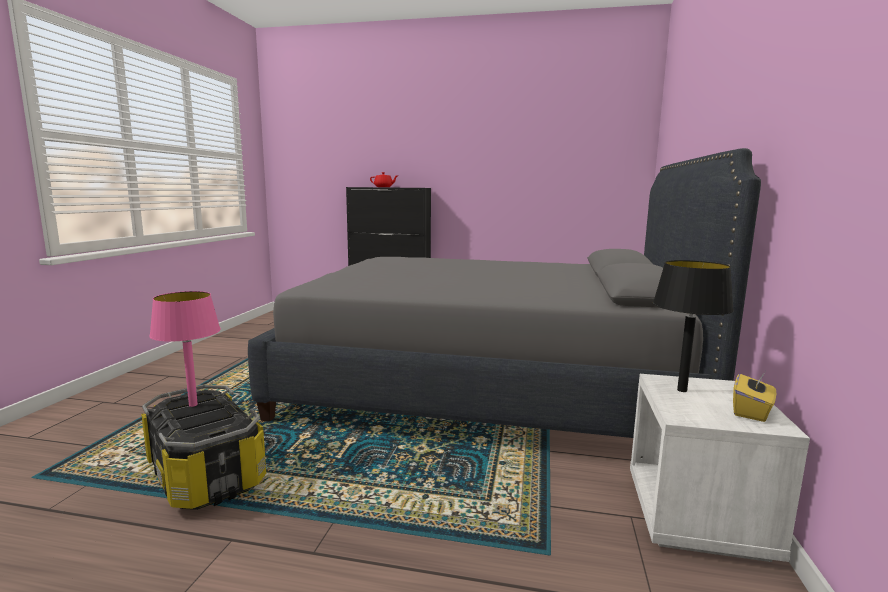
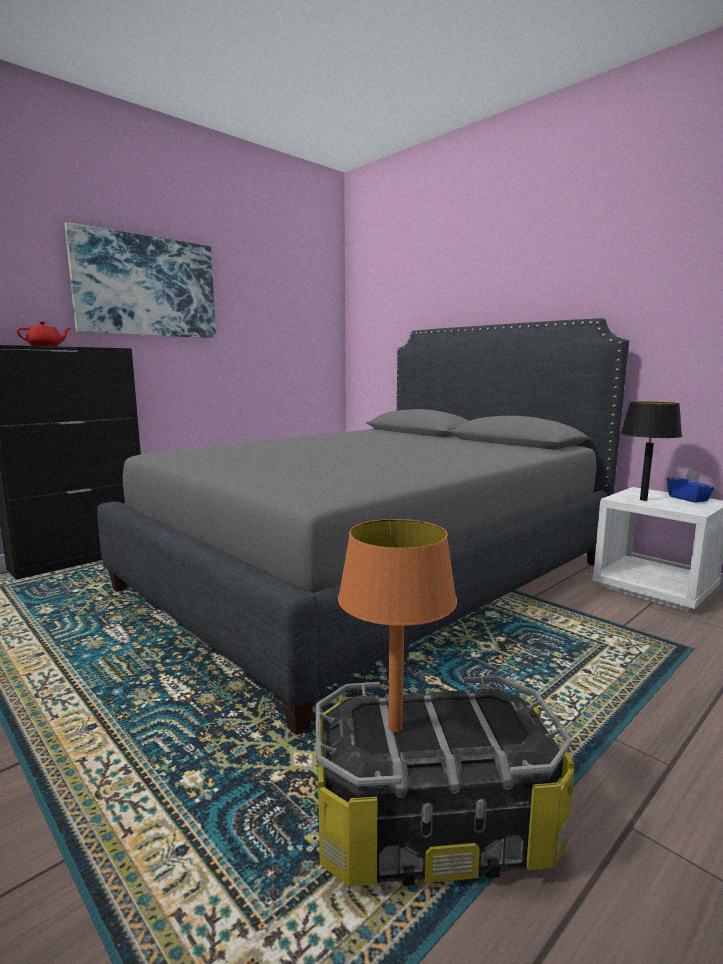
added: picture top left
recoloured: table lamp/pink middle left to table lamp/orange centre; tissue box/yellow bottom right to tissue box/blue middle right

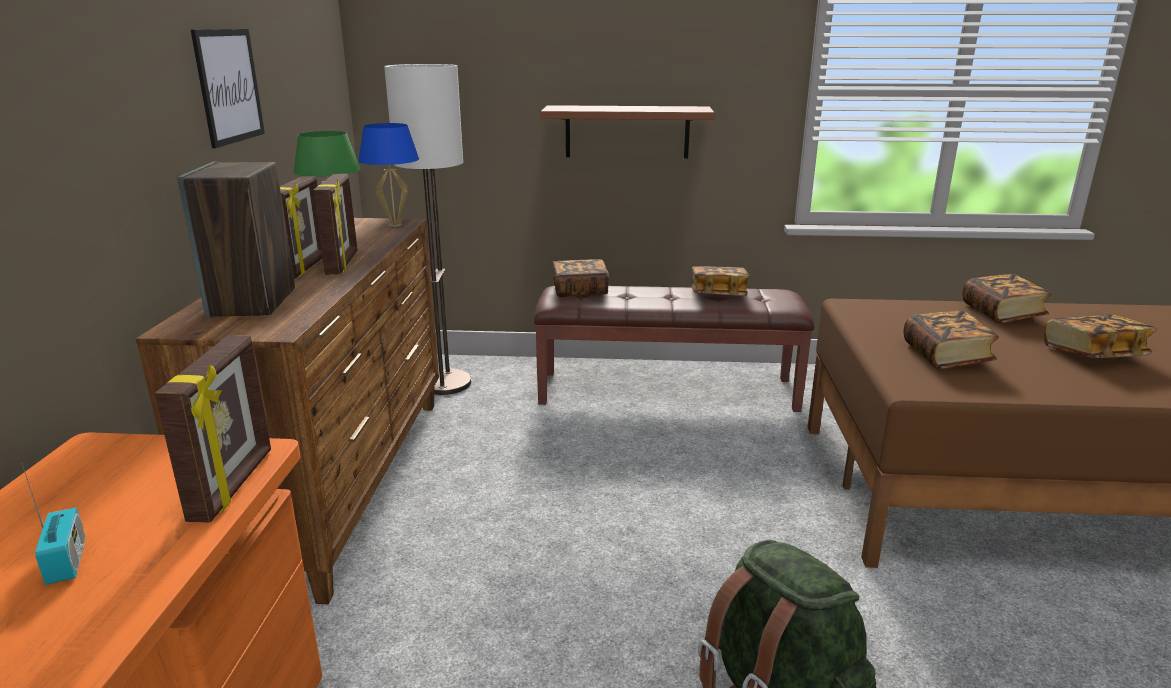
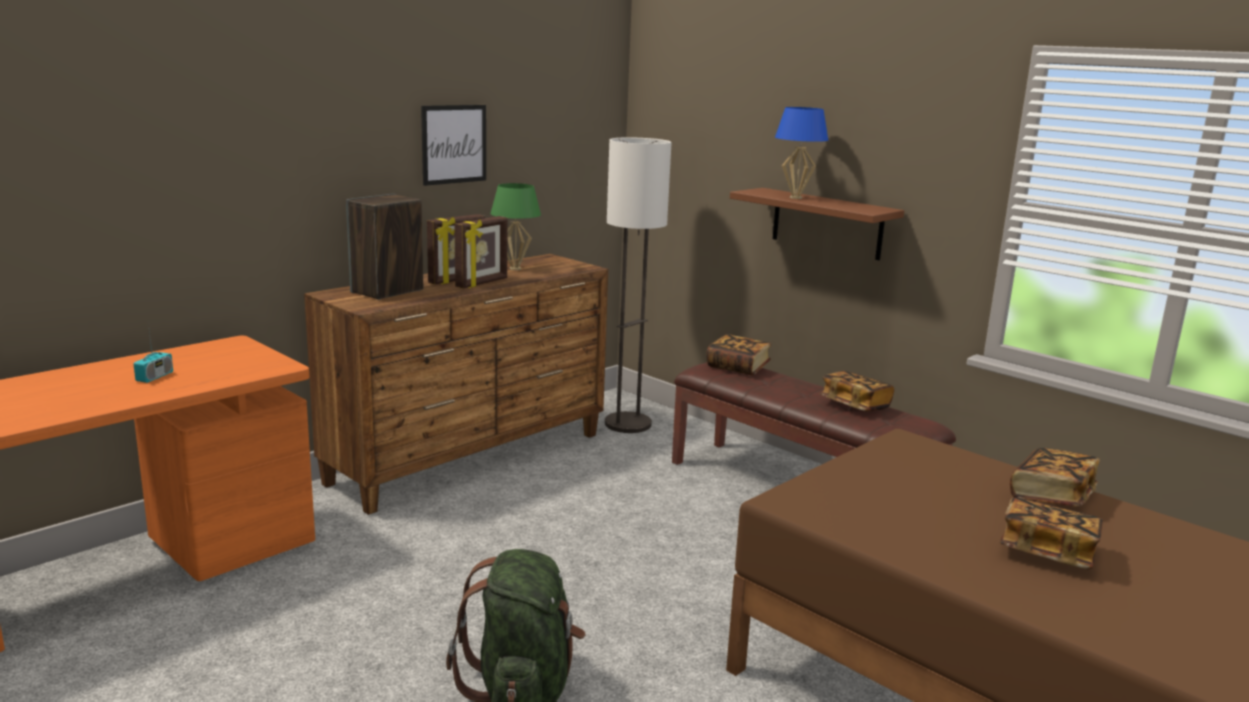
removed: picture frame (1st from left) middle left; book (3rd from left) middle right
moved: table lamp/blue top left to top centre

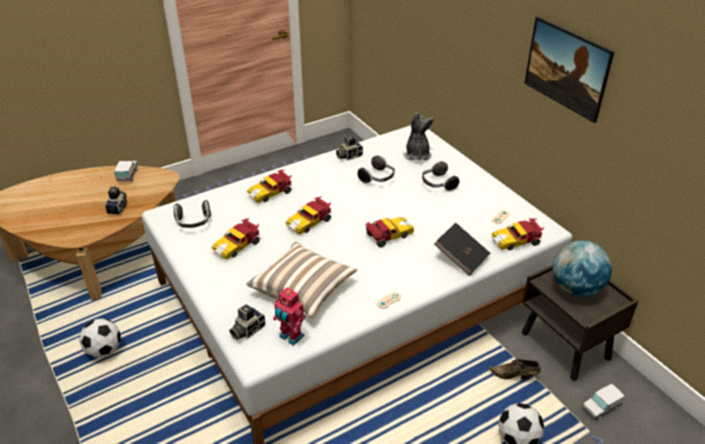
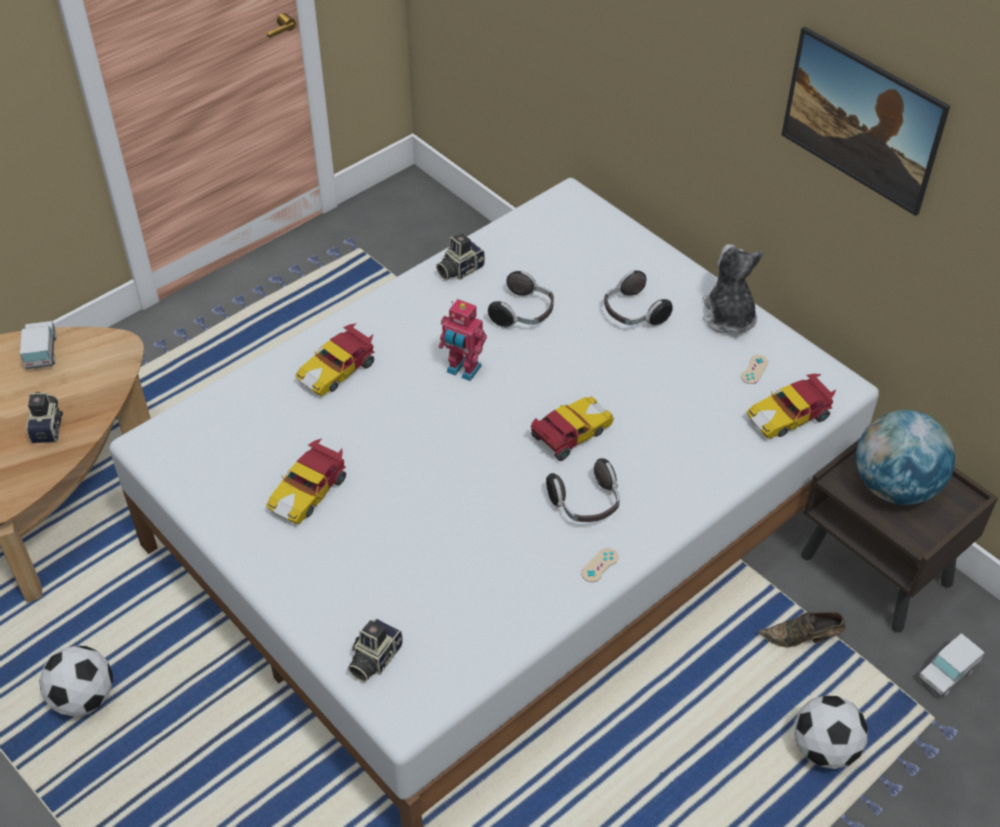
removed: pillow centre; toy car (3rd from left) centre; book/black centre
moved: headphones (1st from left in the first image) middle left to headphones (2nd from left) centre; toy robot bottom centre to centre; plush toy top centre to middle right

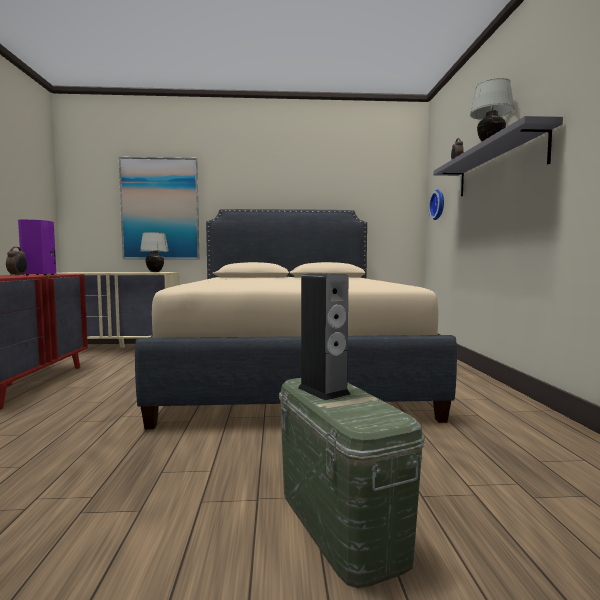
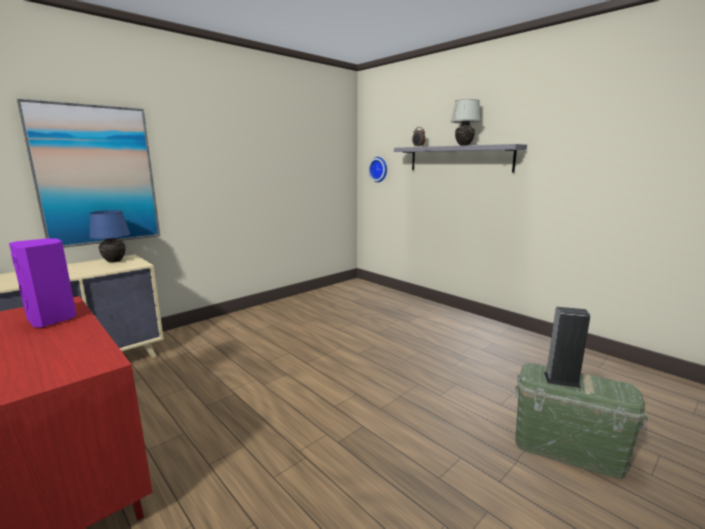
removed: alarm clock (1st from left) middle left; bed/beige centre
recoloured: table lamp/white (1st from left) middle left to table lamp/blue middle left

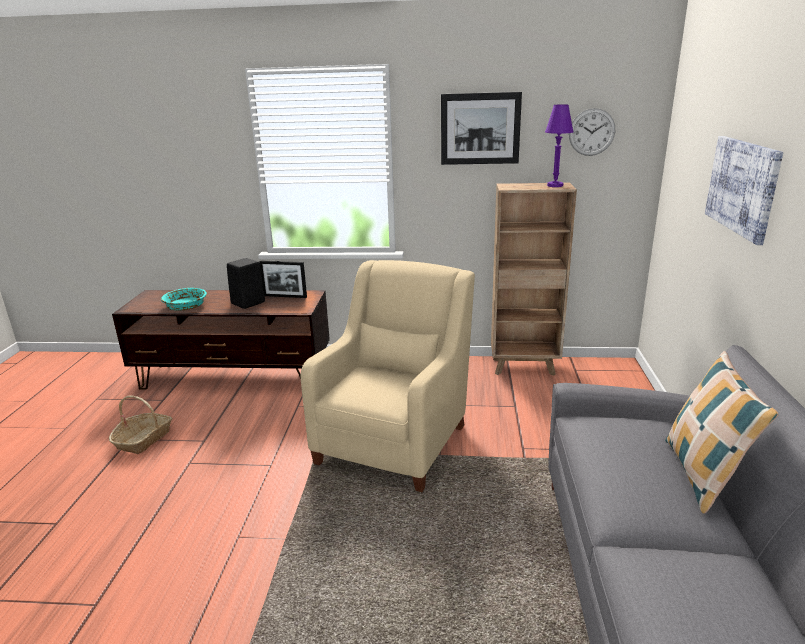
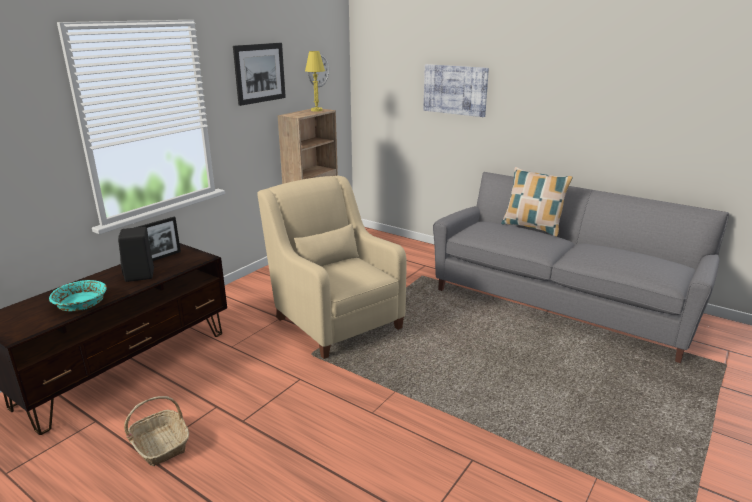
recoloured: table lamp/purple top right to table lamp/yellow top centre

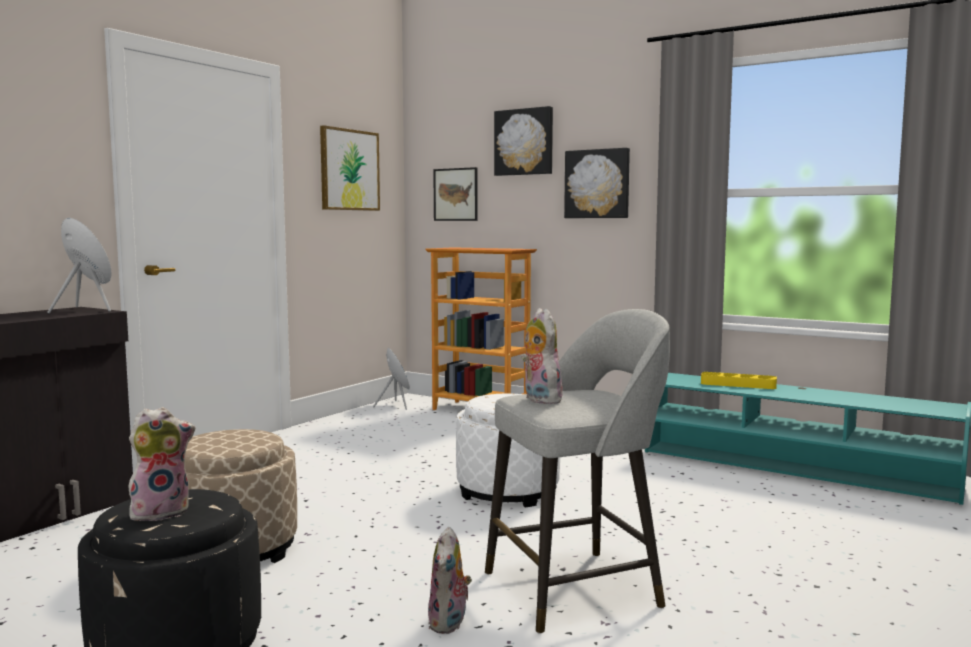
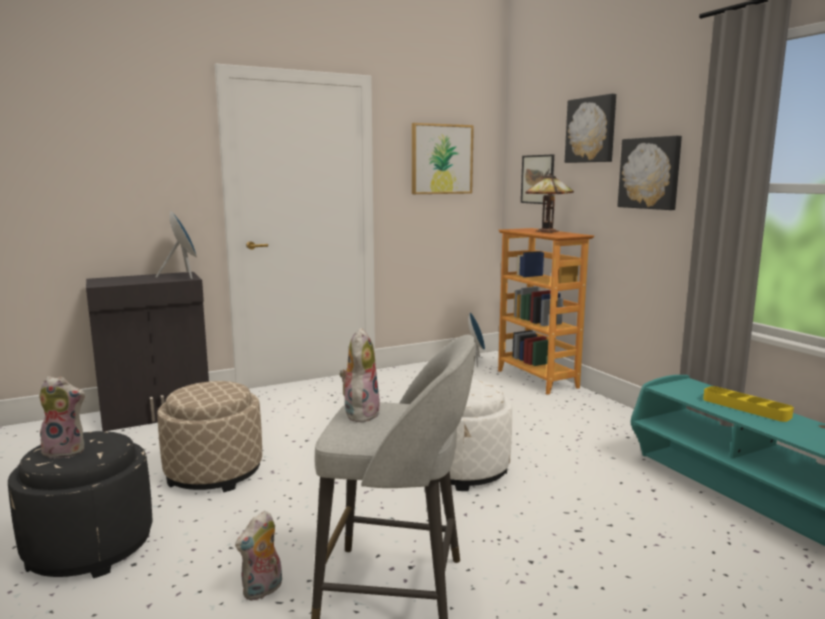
added: table lamp top right

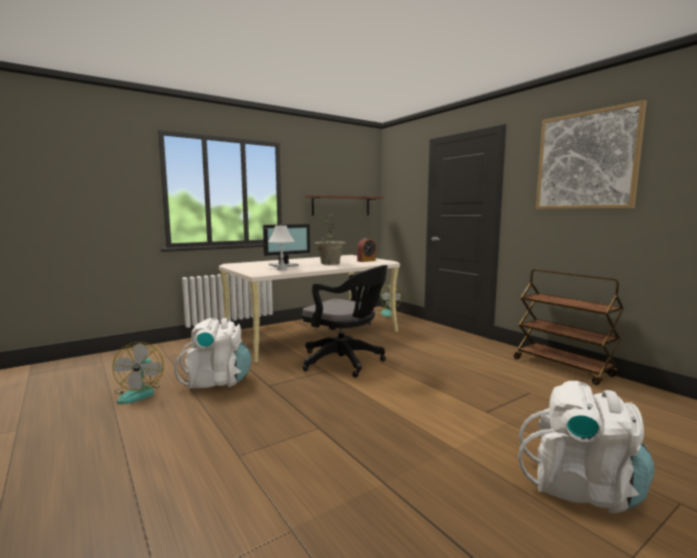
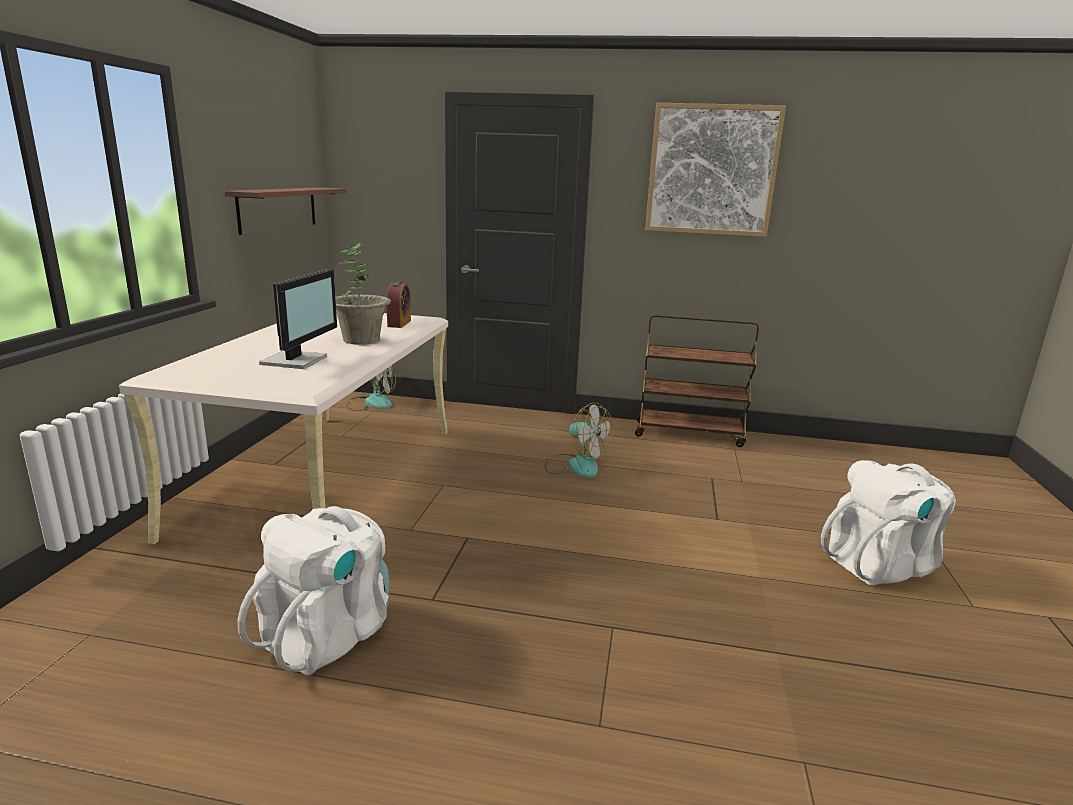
removed: table lamp/white centre; office chair/black centre
moved: fan (1st from left in the first image) bottom left to fan (2nd from left) centre

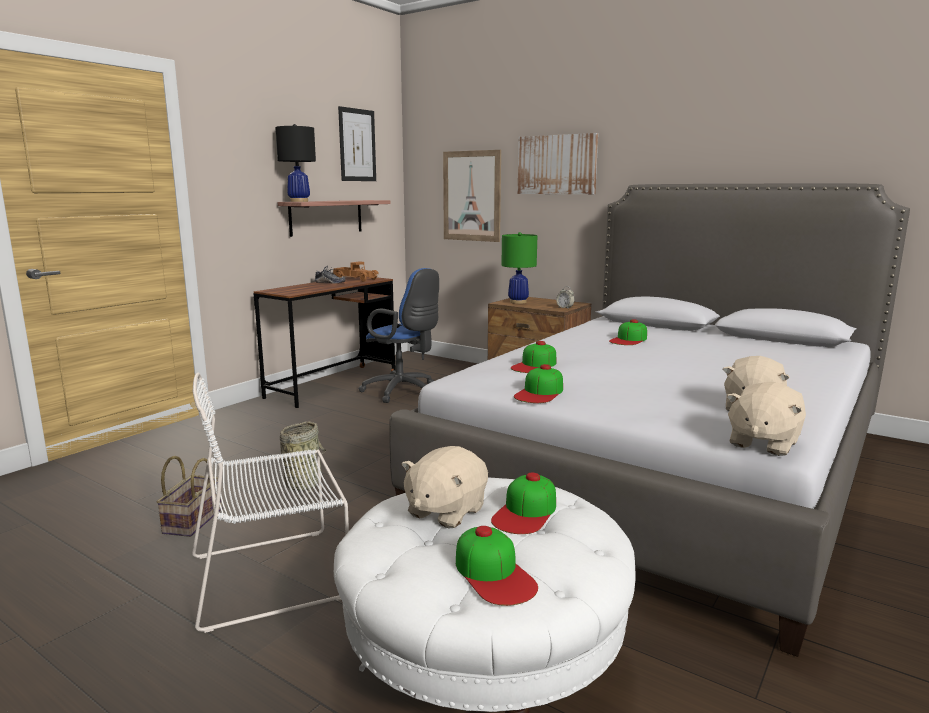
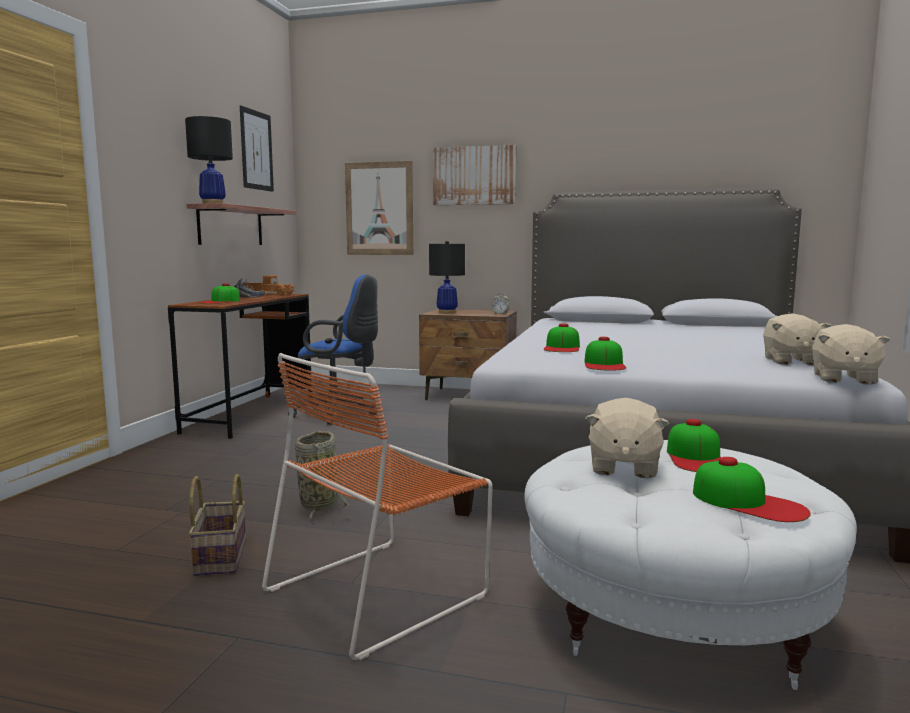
moved: cap (5th from left in the first image) middle right to cap (1st from left) middle left
recoloured: chair/white bottom left to chair/orange bottom centre; table lamp/green centre to table lamp/black (2nd from left) centre

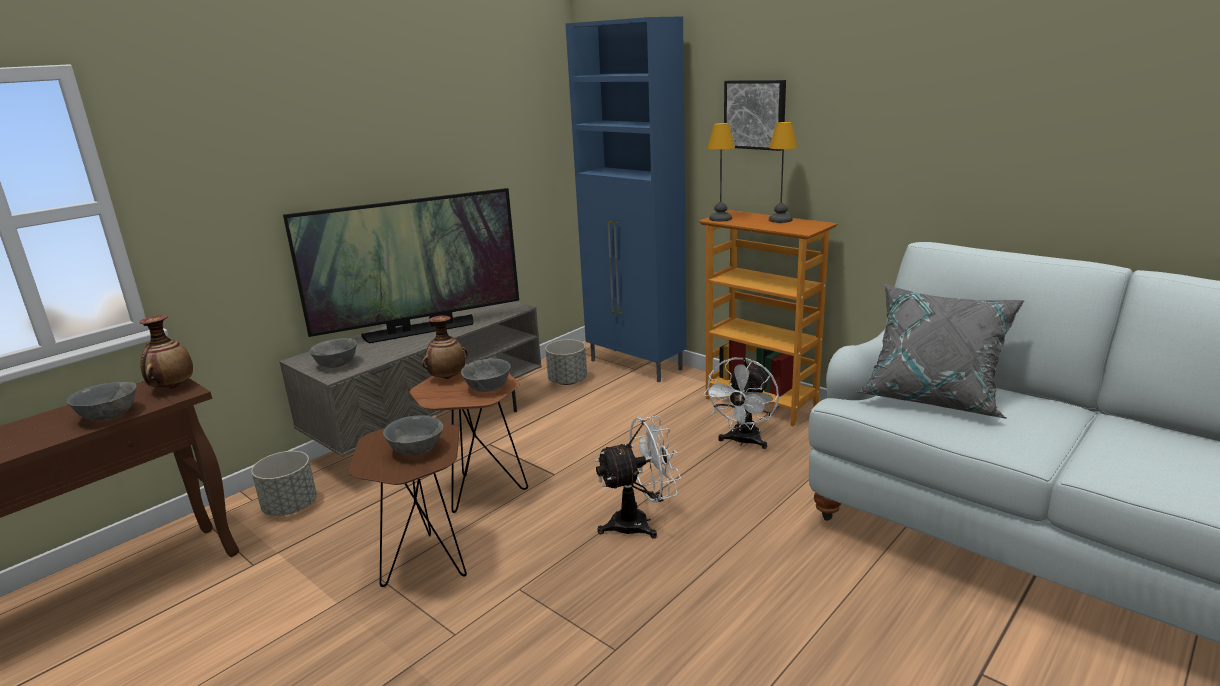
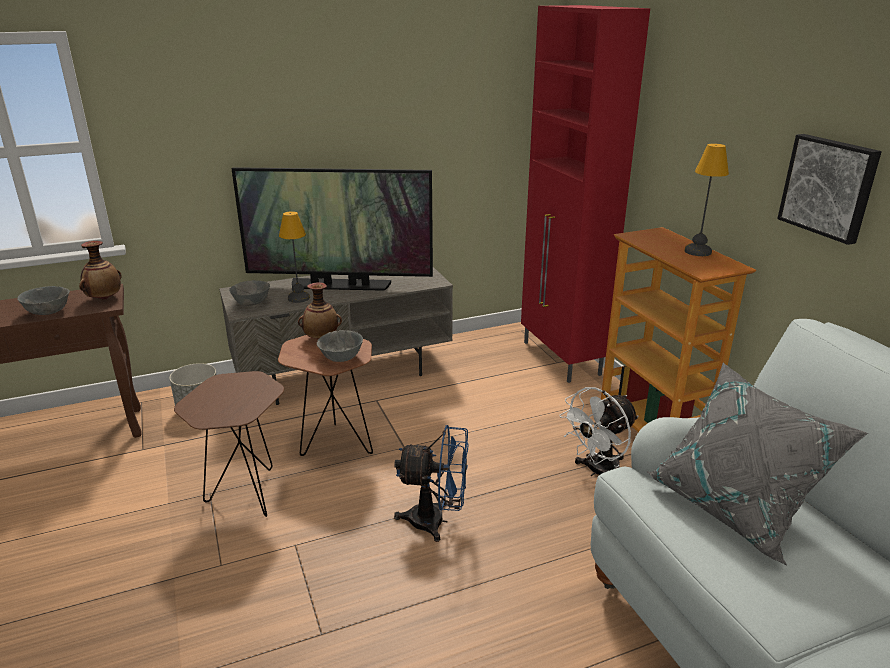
removed: bowl/grey (3rd from left) centre; planter/grey (2nd from left) centre
moved: table lamp (1st from left) top centre to middle left; picture top centre to top right
recoloured: cabinet/blue top centre to cabinet/red top centre; fan/white (1st from left) bottom centre to fan/blue bottom centre

